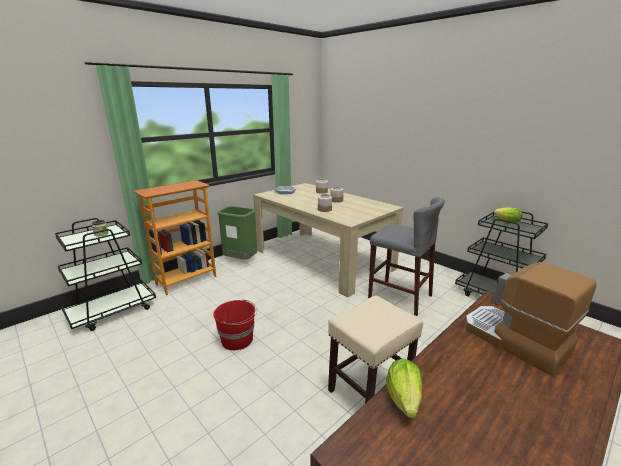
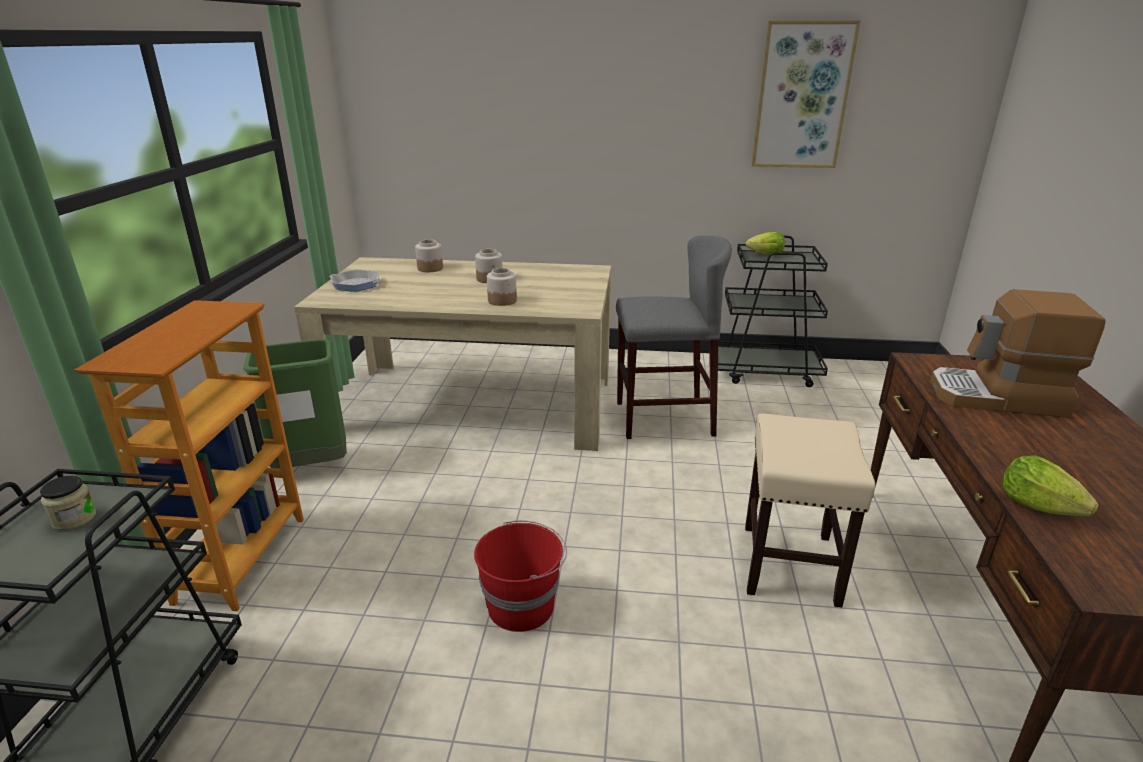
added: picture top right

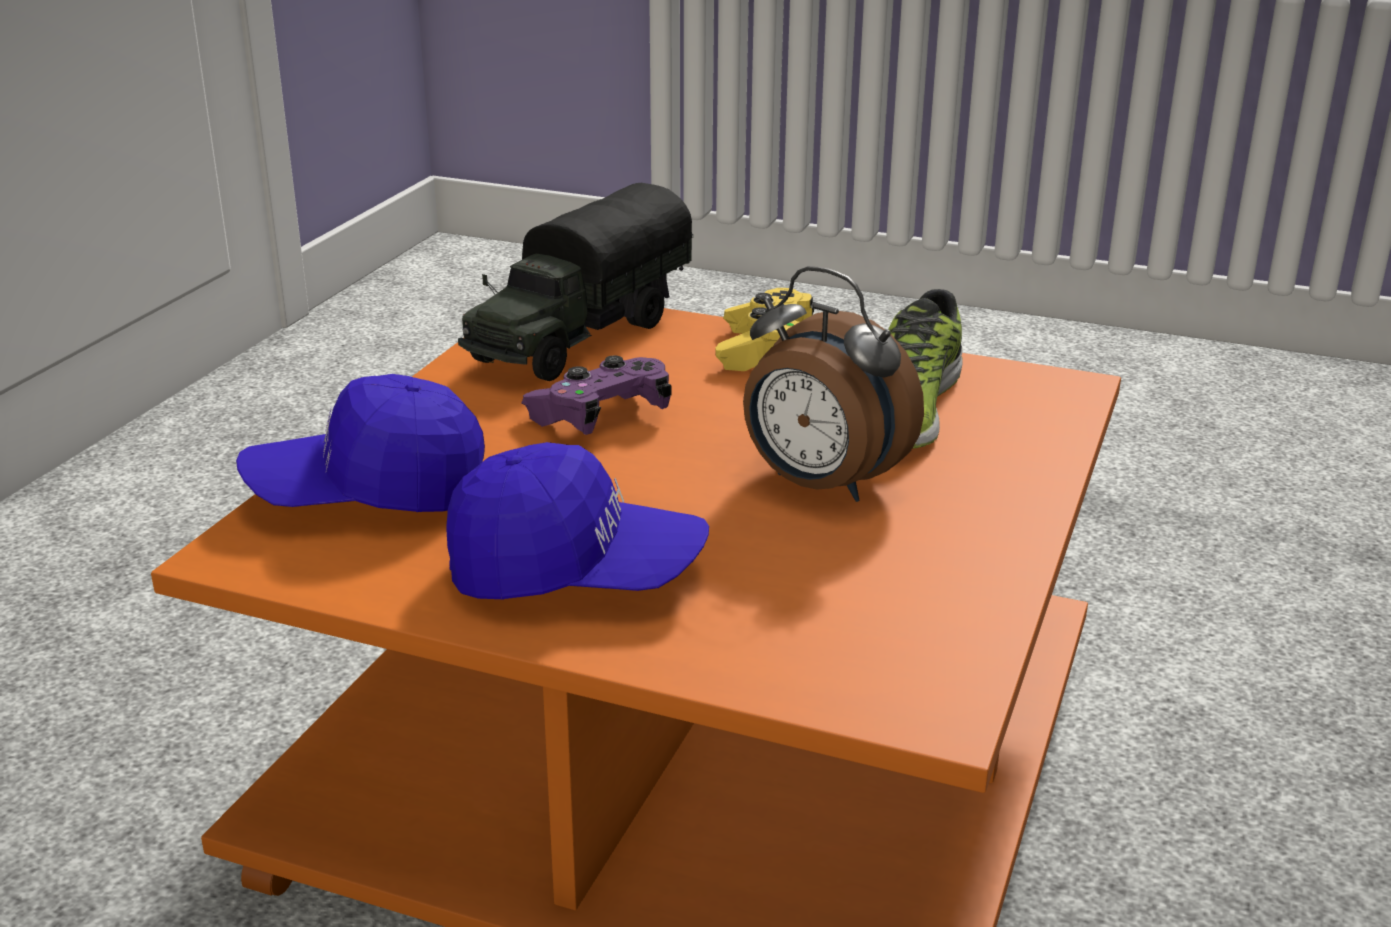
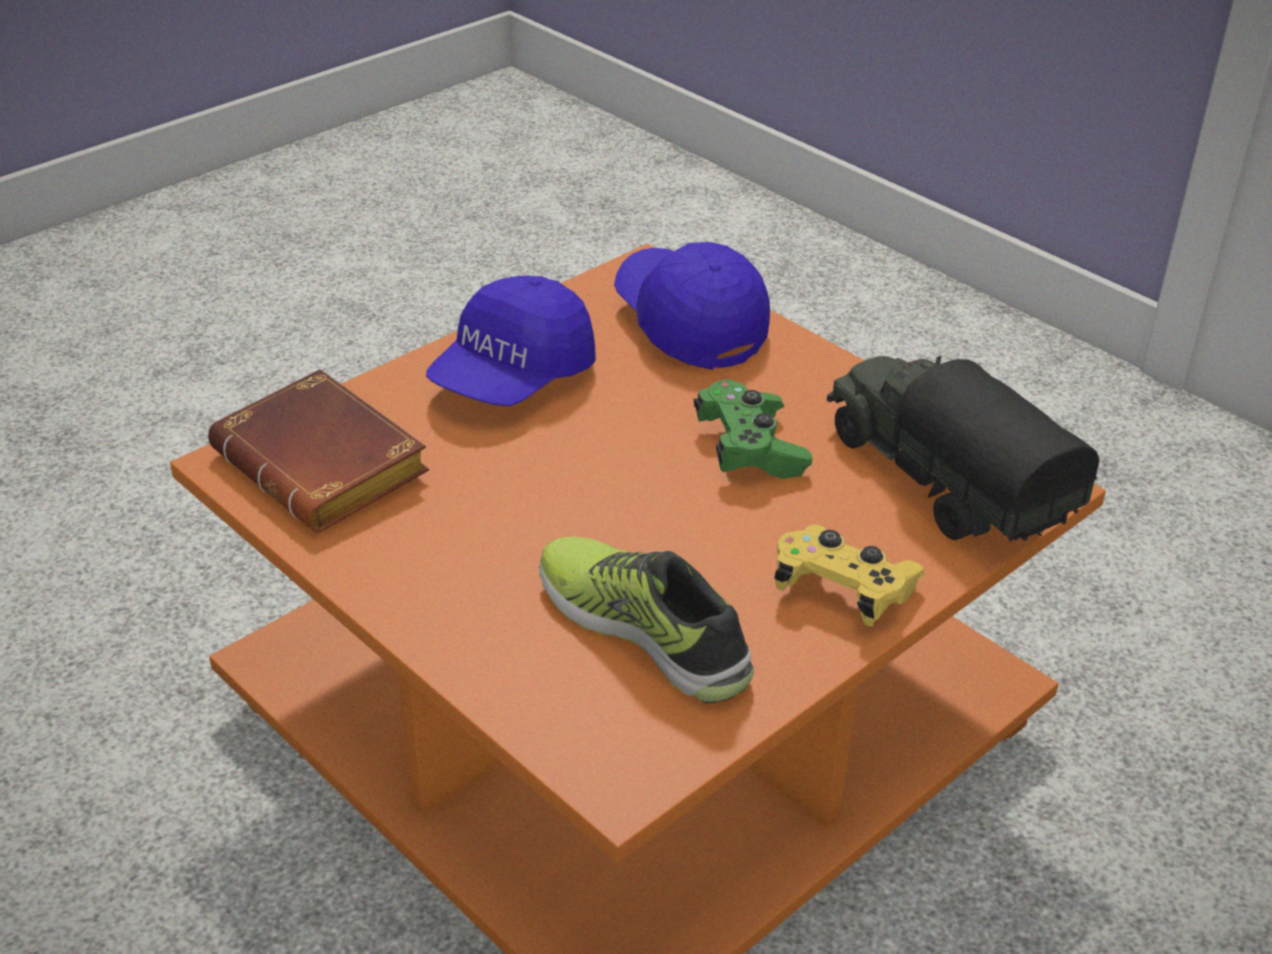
removed: alarm clock centre
added: book/brown middle left
recoloured: game controller/purple centre to game controller/green centre
turned: cap/blue (1st from left in the first image) middle left = top centre 45 degrees counterclockwise

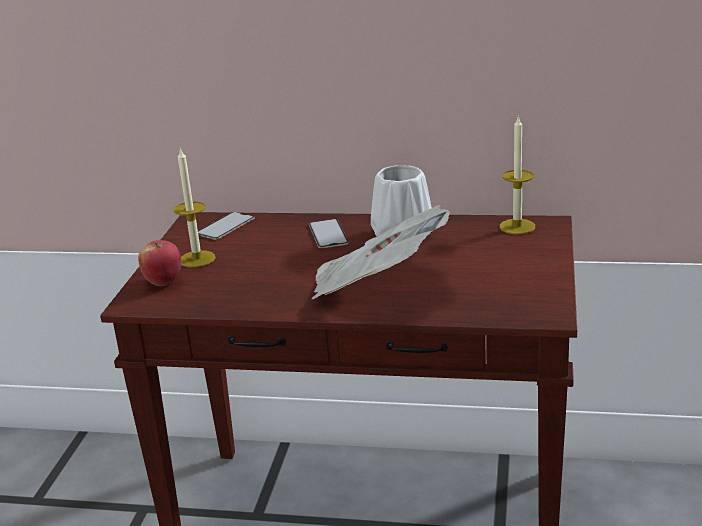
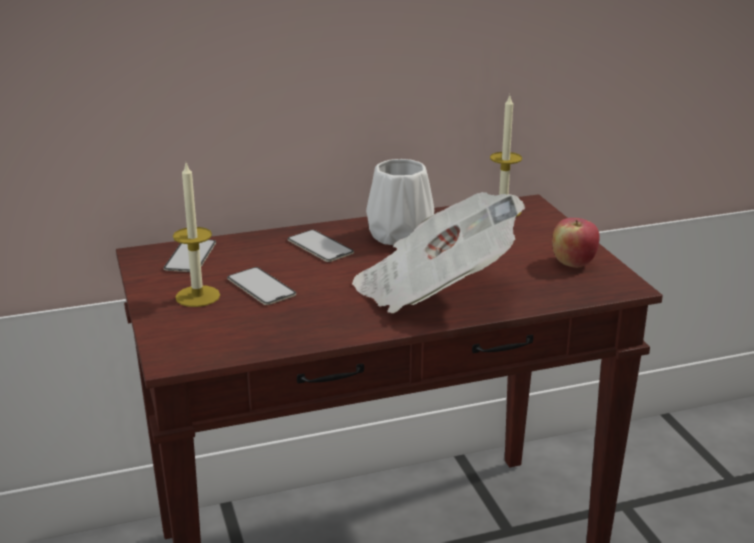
added: phone (2nd from left) centre
moved: apple middle left to middle right

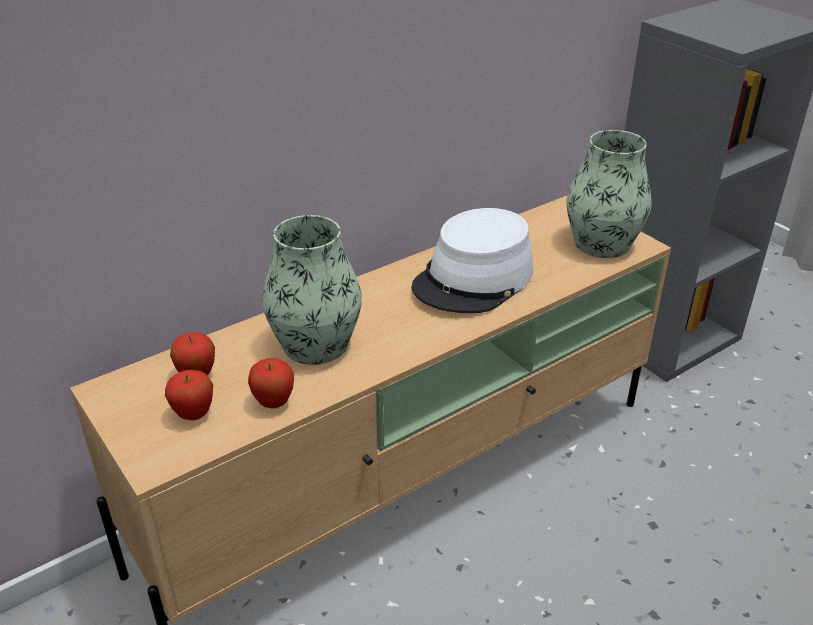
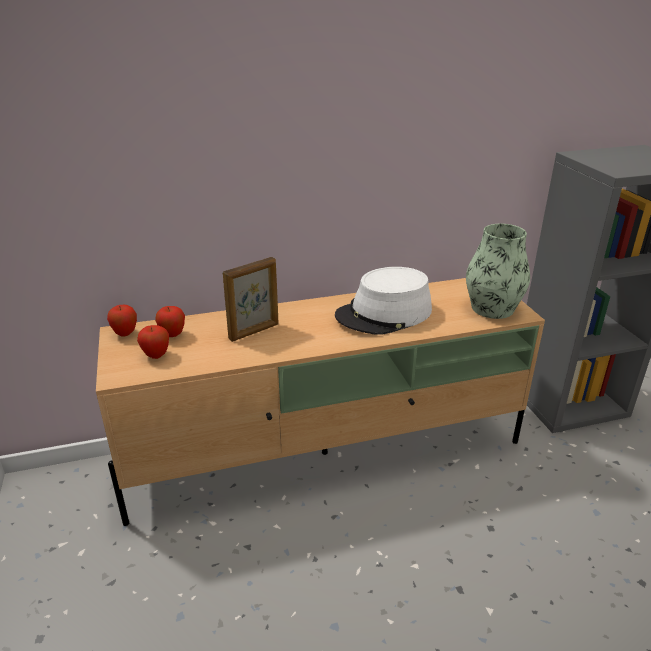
moved: apple (3rd from left in the first image) centre to apple (1st from left) middle left
replaced: vase (1st from left) centre to picture frame centre

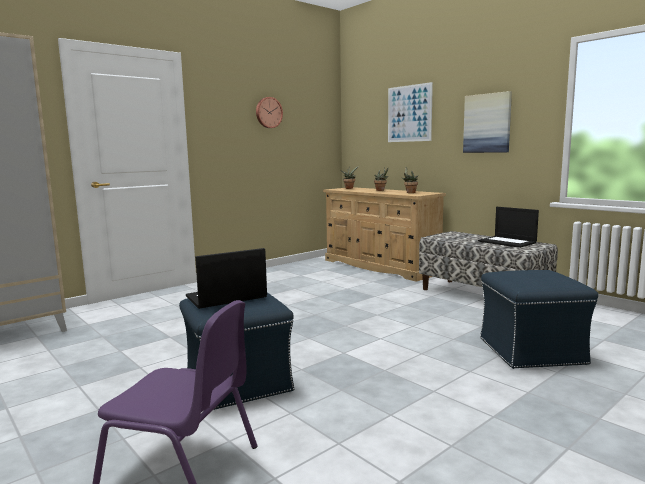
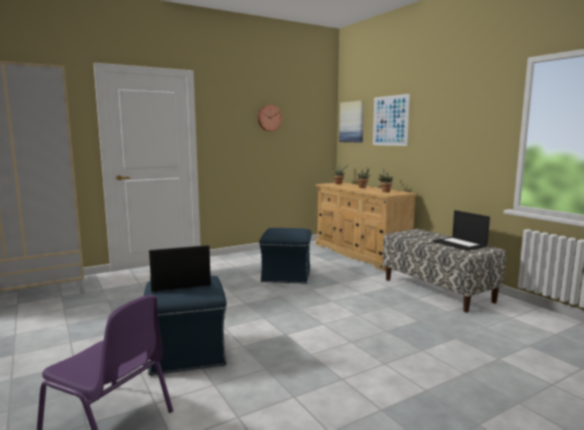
moved: picture (2nd from left in the first image) top right to picture (1st from left) top centre; ottoman/blue (2nd from left) middle right to centre

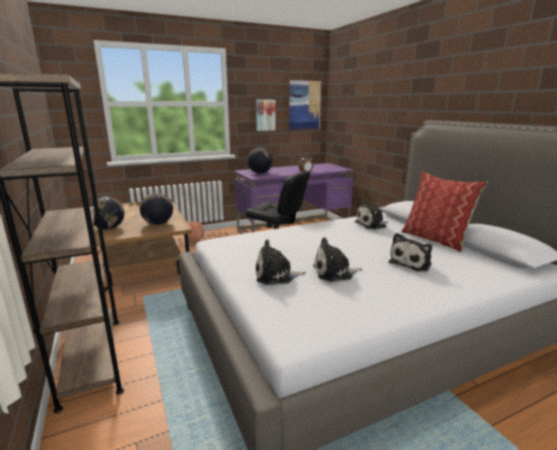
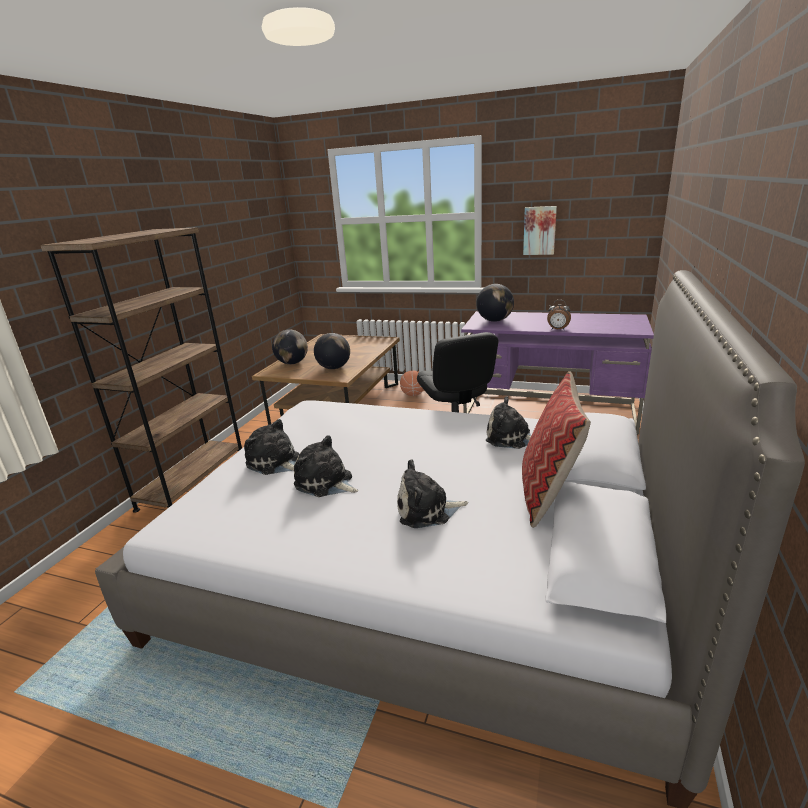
removed: picture (2nd from left) top centre

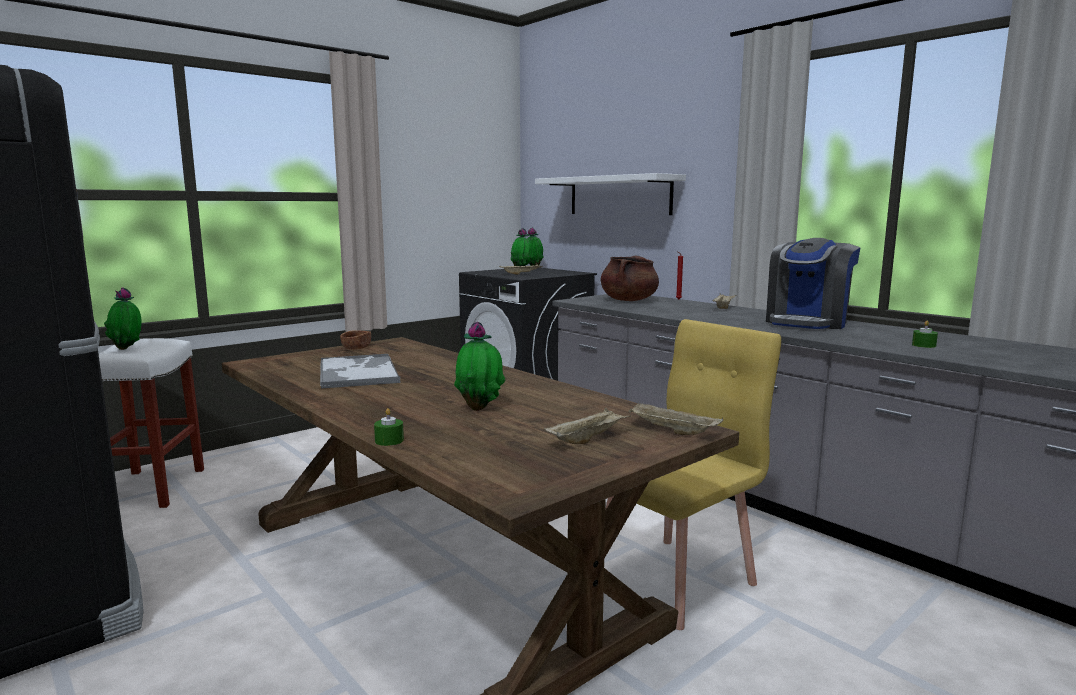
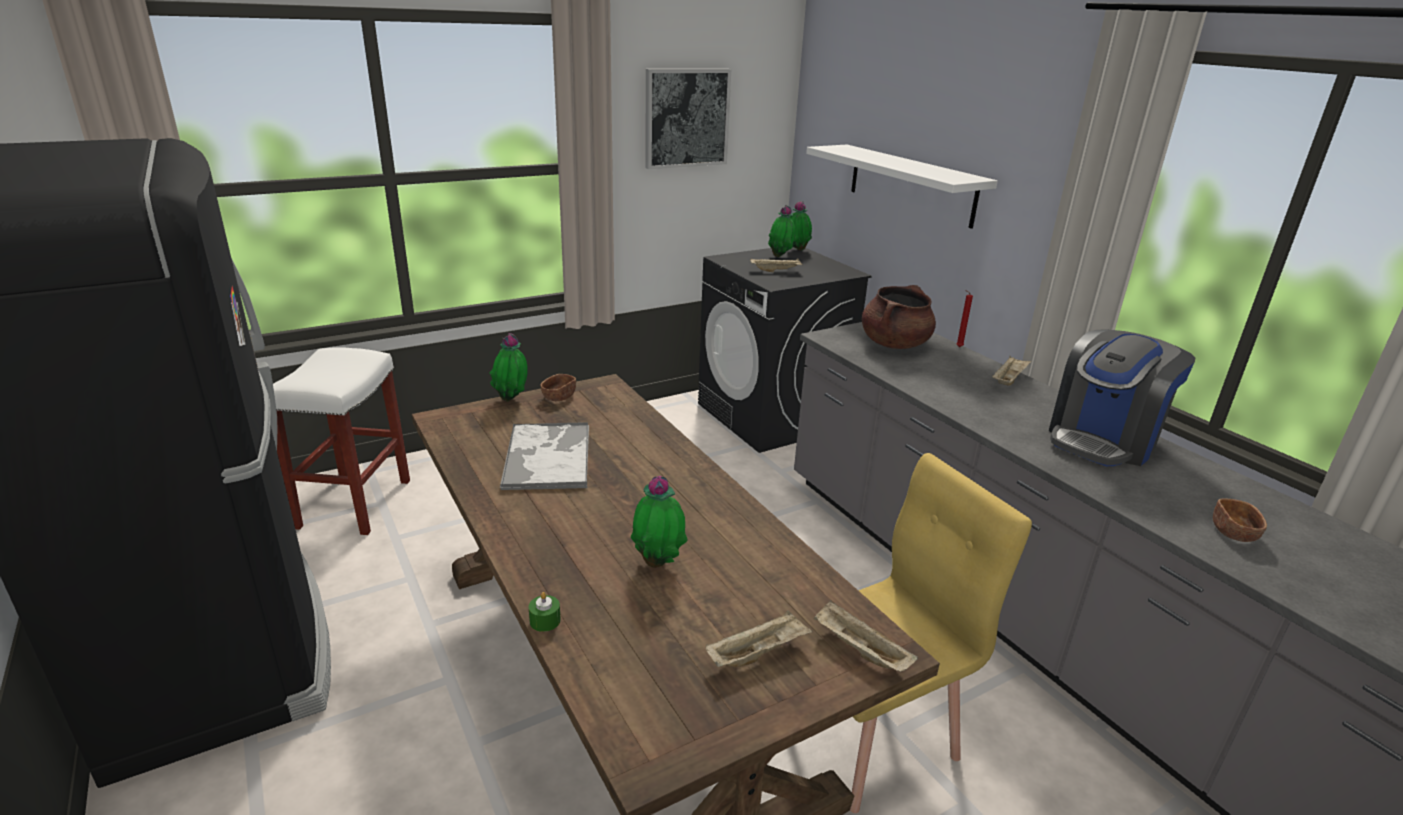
added: picture top centre
moved: potted plant (1st from left) middle left to centre
replaced: candle/green (2nd from left) middle right to bowl/brown (2nd from left) middle right

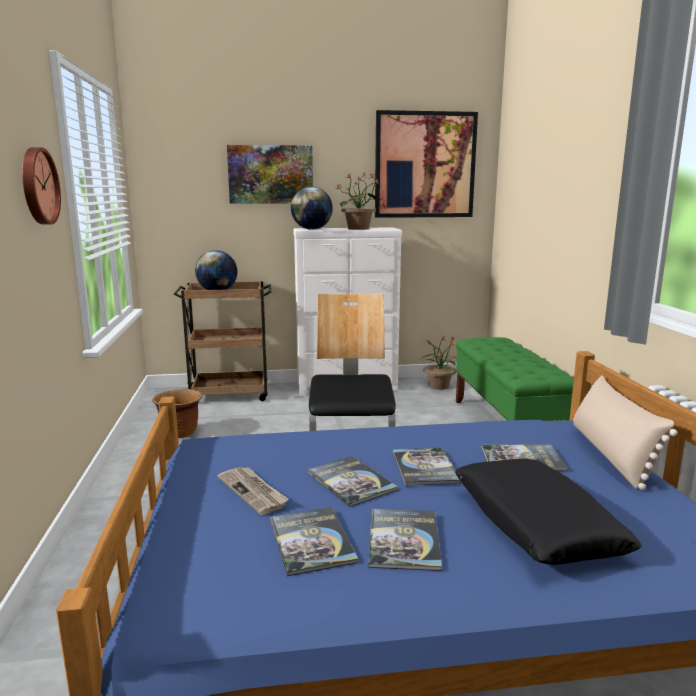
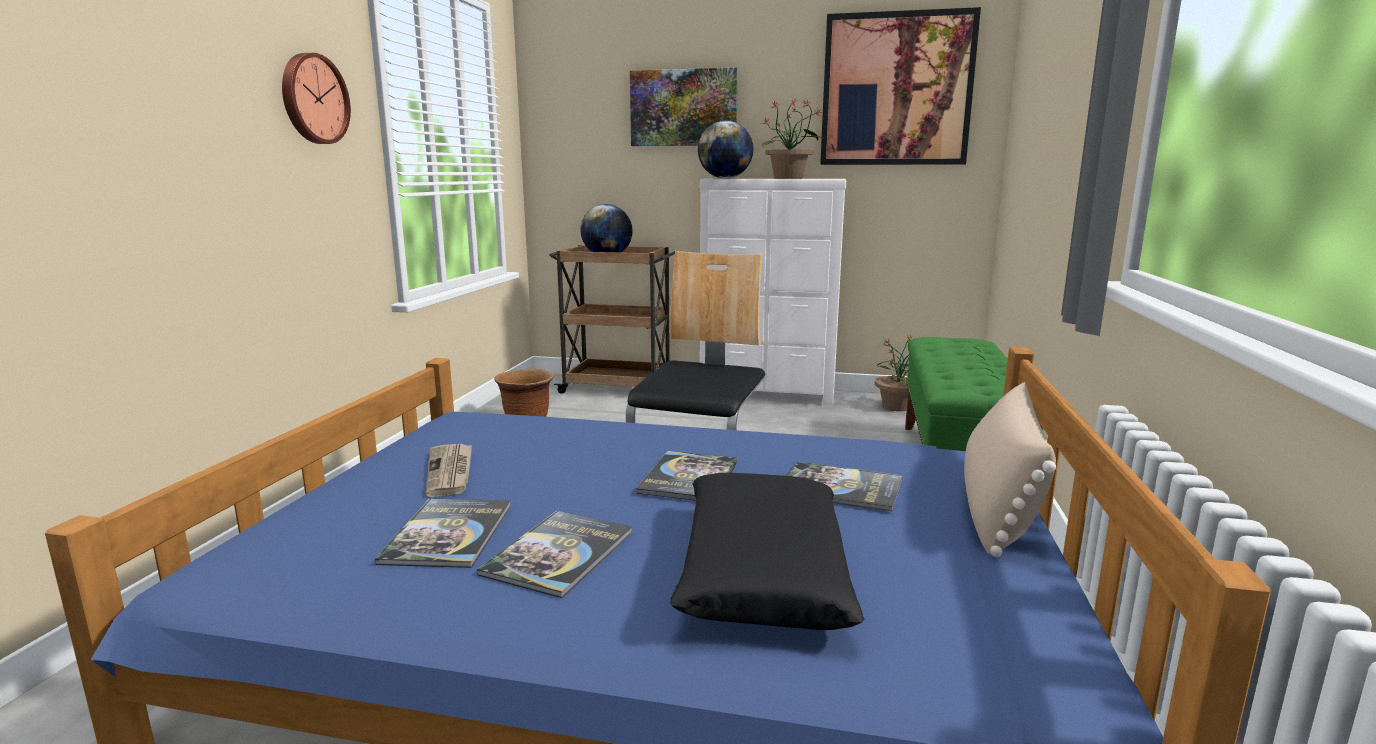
removed: book (2nd from left) bottom centre

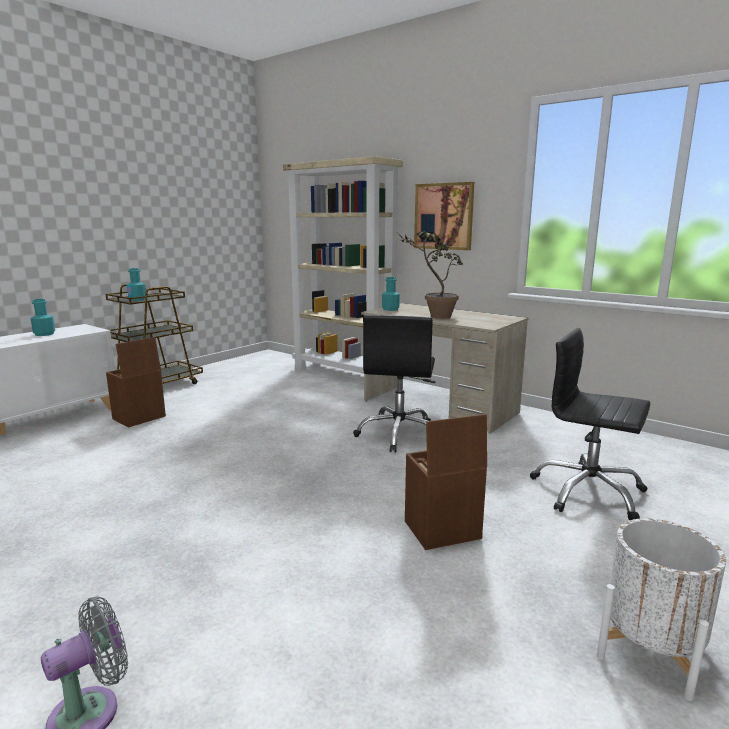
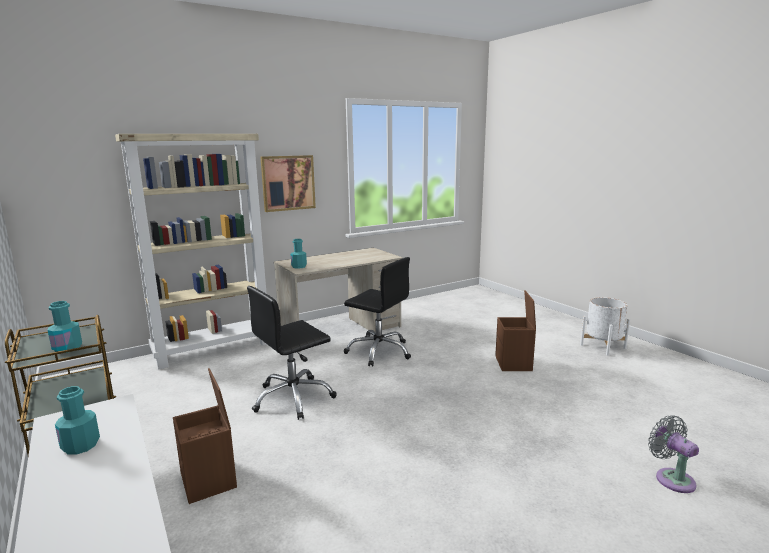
removed: potted plant centre
moved: office chair/black (2nd from left in the first image) middle right to office chair/black (1st from left) centre

